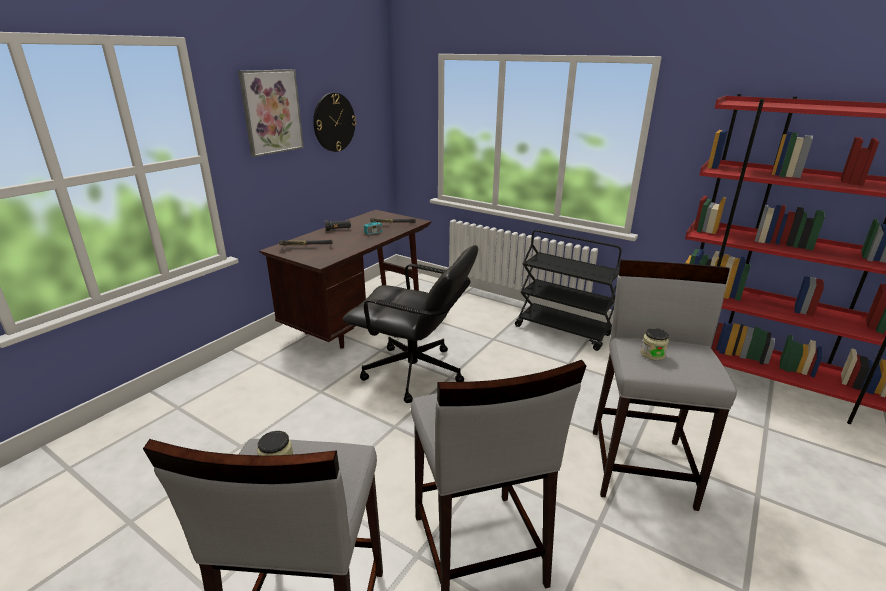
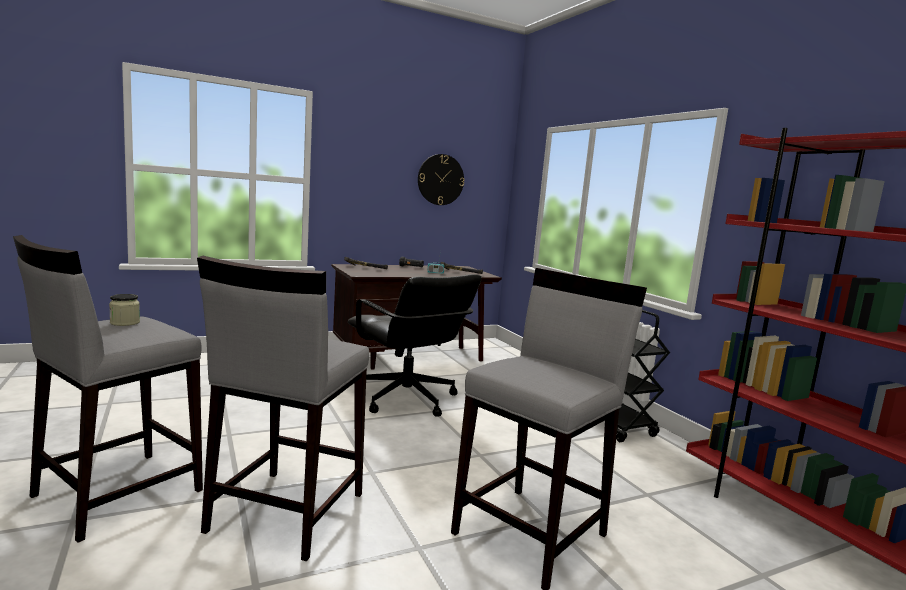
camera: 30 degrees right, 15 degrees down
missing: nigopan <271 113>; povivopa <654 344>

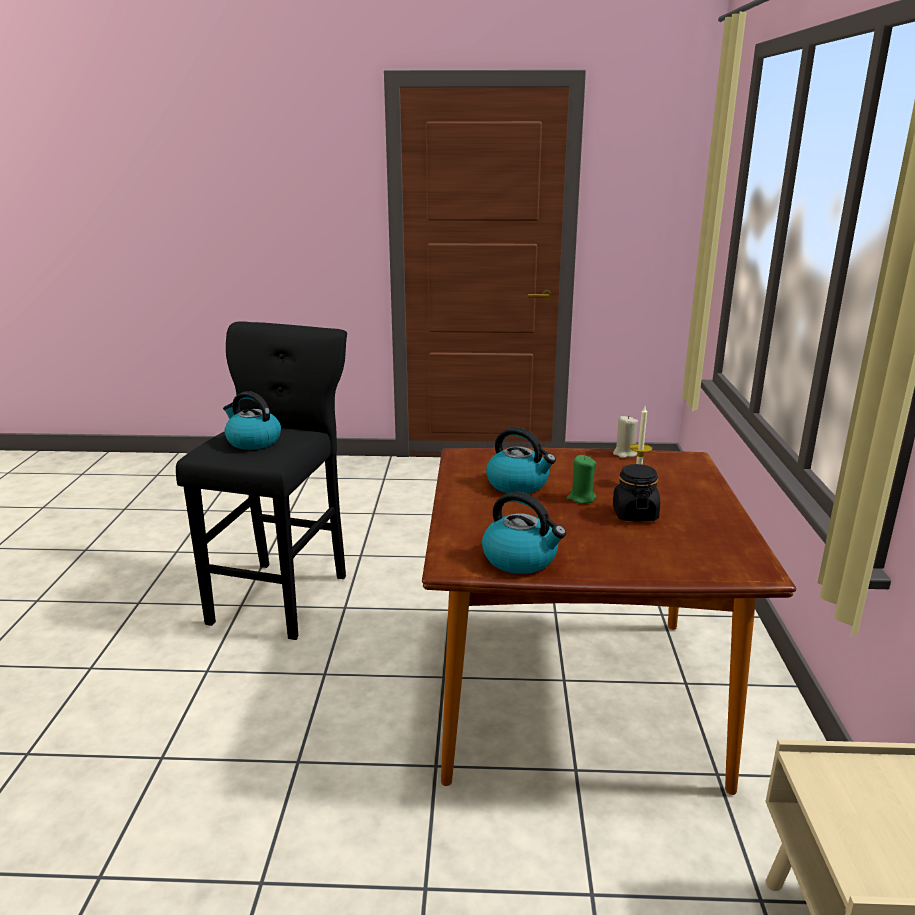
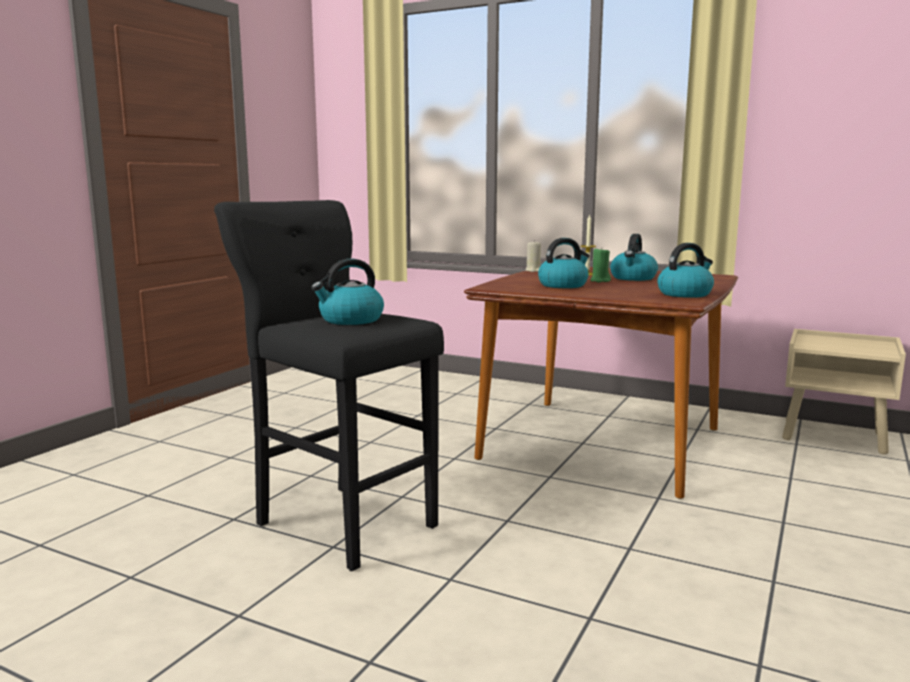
camera: 65 degrees left, 10 degrees down
exchanged: black povivopa <636 492> to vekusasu <634 257>

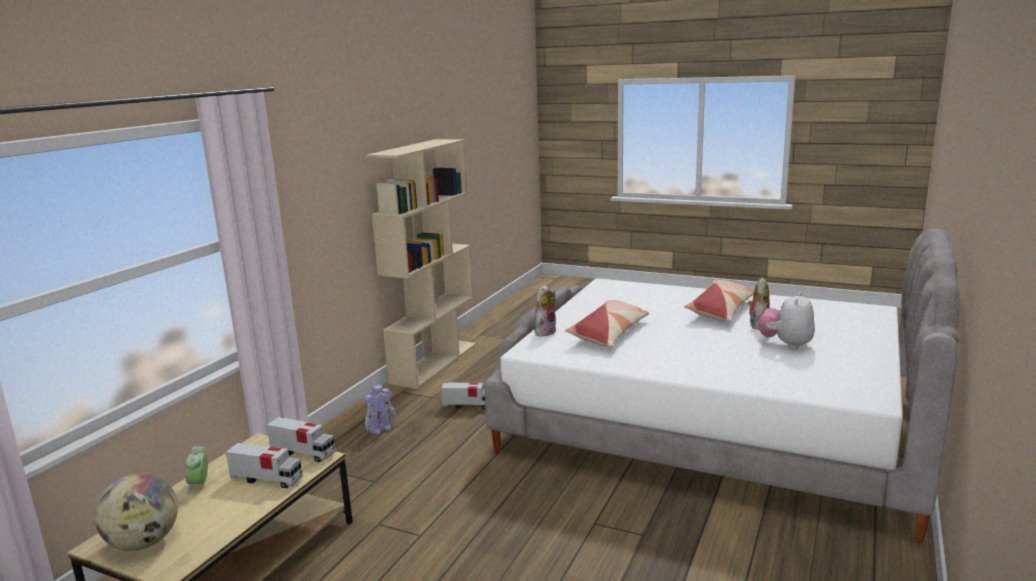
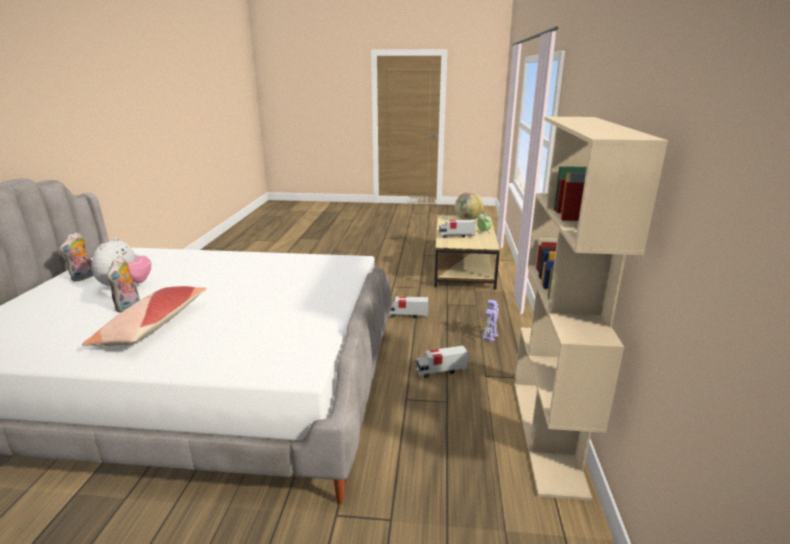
camera: 160 degrees right, 5 degrees up
missing: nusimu <607 323>
relocated: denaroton <545 310> to <76 257>; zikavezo <301 439> to <409 307>

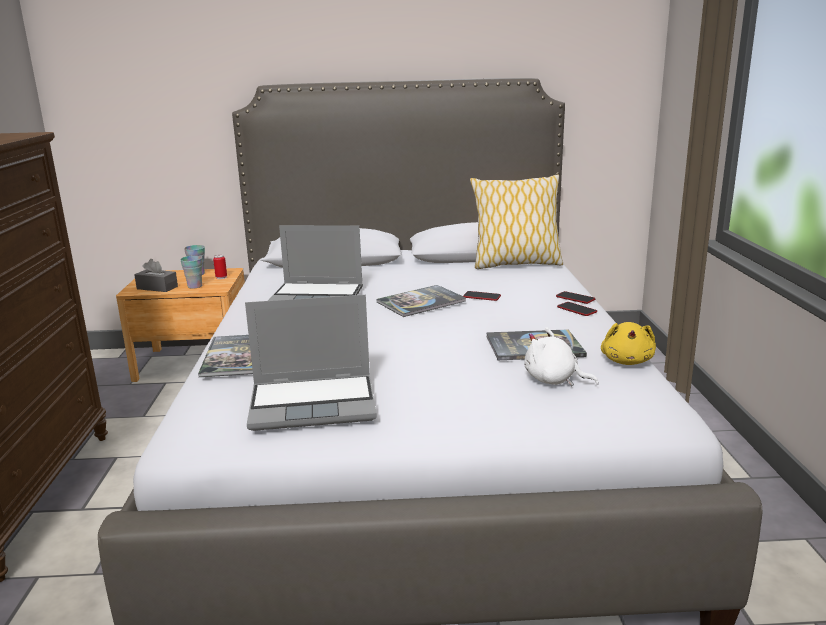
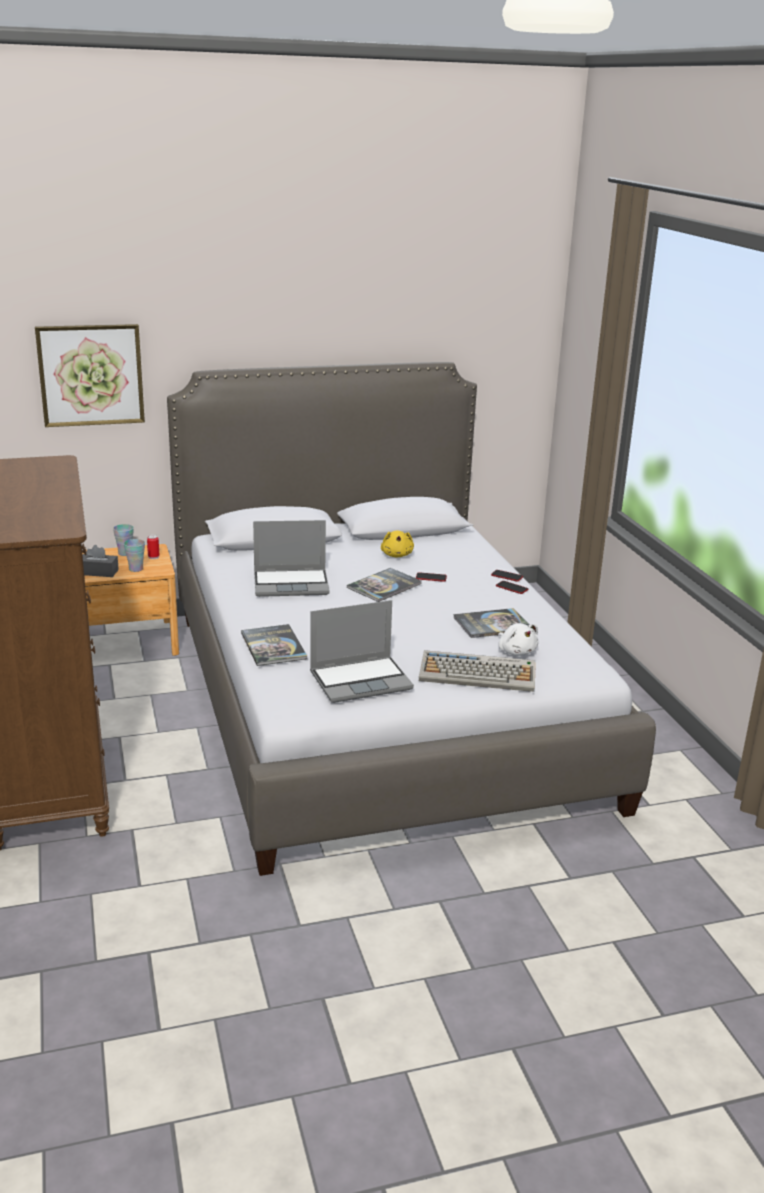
camera: 15 degrees left, 5 degrees up
missing: nusimu <516 222>
appeared: nigopan <90 375>; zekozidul <477 671>
relocated: yellow denaroton <628 343> to <397 544>
spun: white denaroton <561 356> = <518 639> 135 degrees counterclockwise

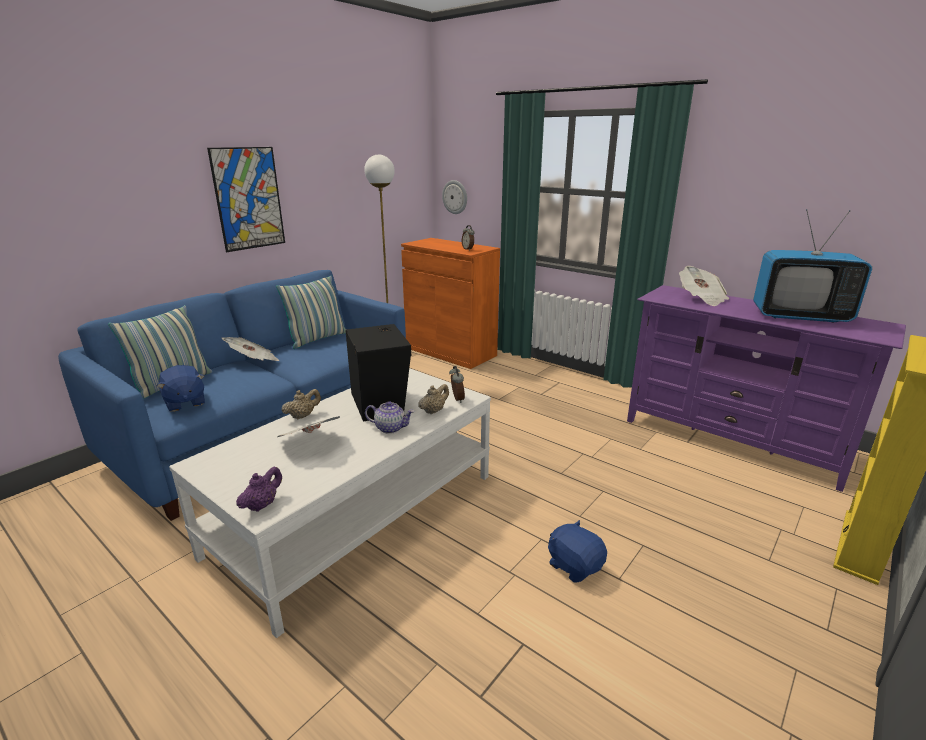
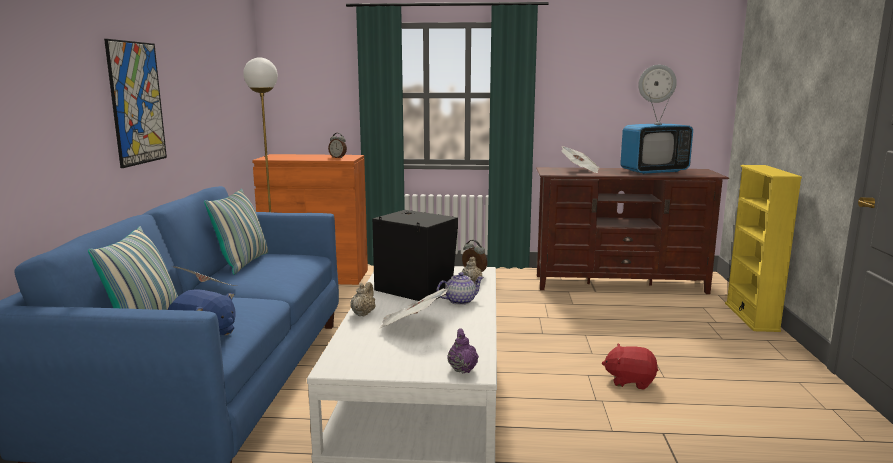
camera: 35 degrees left, 10 degrees down
relocated: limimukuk <454 197> to <657 84>
colour: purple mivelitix <766 388> to brown mivelitix <632 230>; blue denaroton <577 551> to red denaroton <630 367>

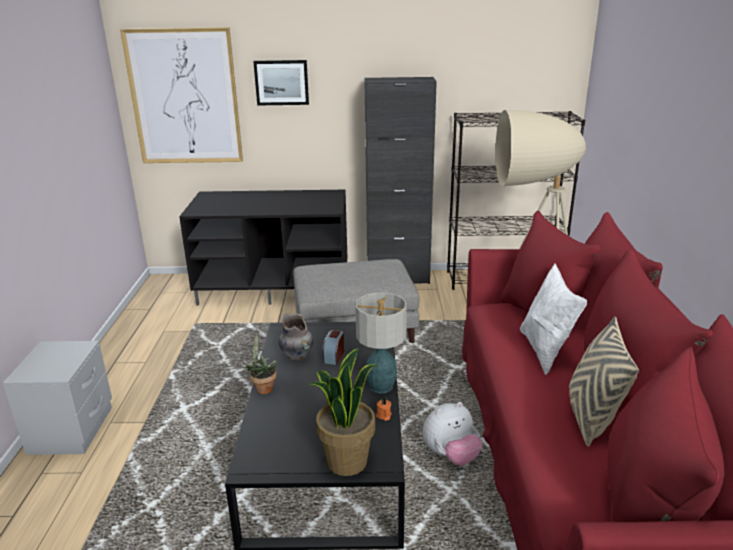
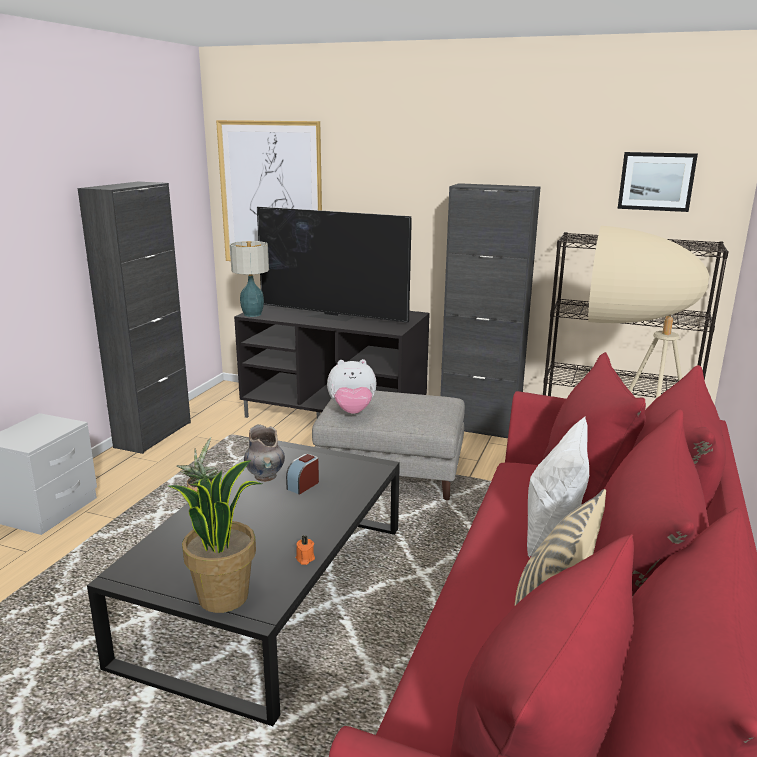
camera: 20 degrees right, 5 degrees down
appeared: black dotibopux <134 318>; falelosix <334 265>
relocated: nigopan <281 83> to <658 182>; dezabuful <381 342> to <249 279>; denaroton <452 433> to <351 386>

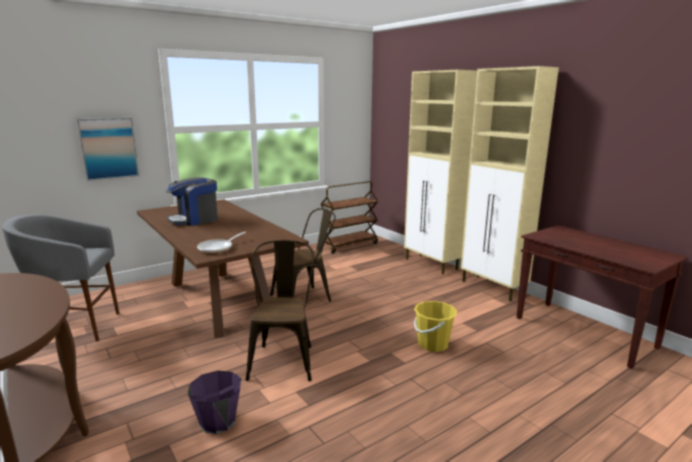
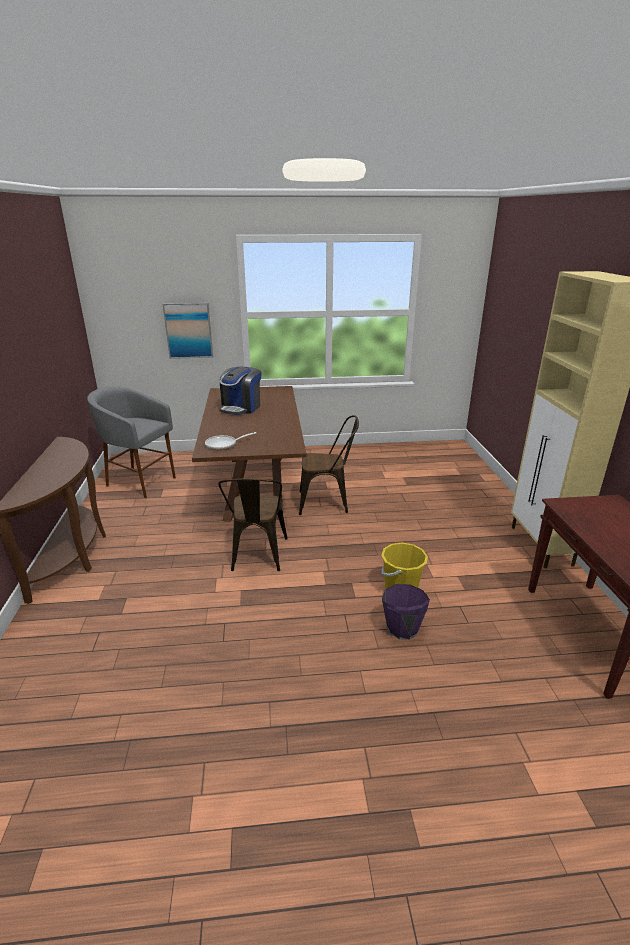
camera: 30 degrees right, 10 degrees up
missing: beige dotibopux <440 172>; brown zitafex <350 217>
relocated: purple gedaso <214 402> to <406 612>
spun: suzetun <192 201> = <240 391> 60 degrees counterclockwise; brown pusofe <280 311> = <253 524> 150 degrees clockwise

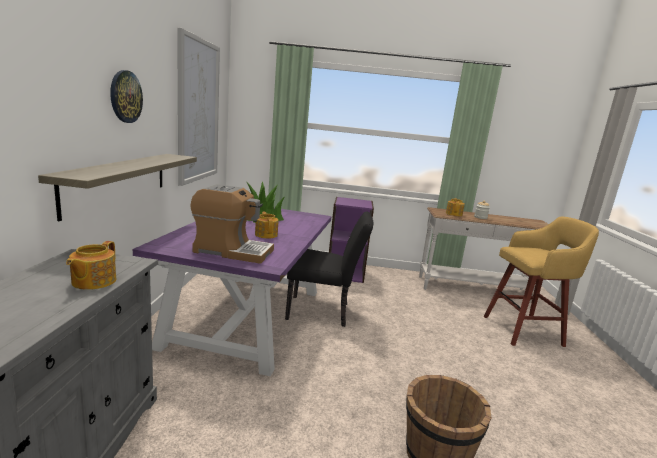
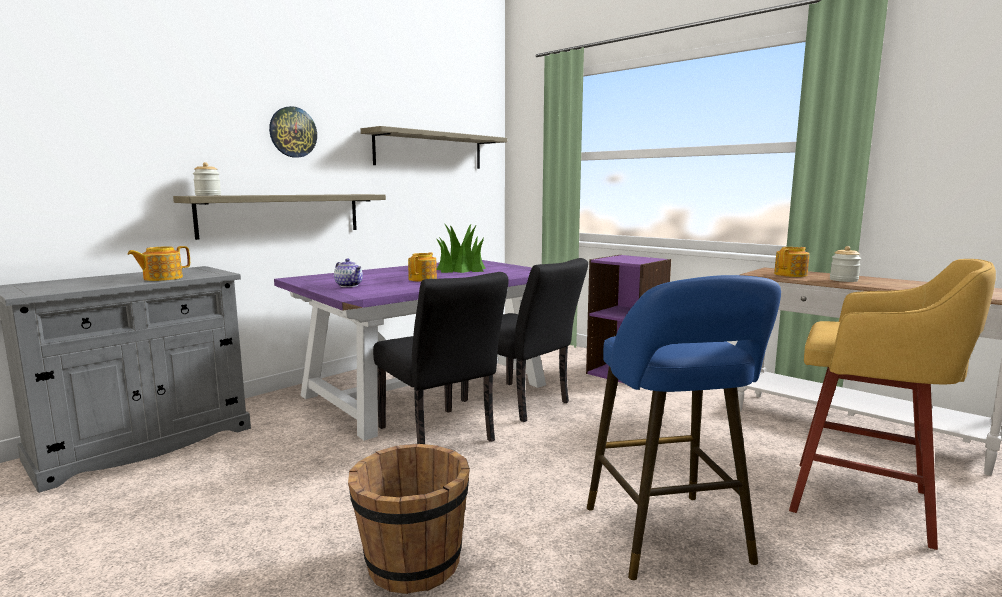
camera: 40 degrees right, 5 degrees down
appeared: povivopa <207 179>; black pusofe <440 358>; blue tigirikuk <684 427>
exchanged: nigopan <198 106> to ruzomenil <434 147>; suzetun <232 224> to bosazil <348 272>

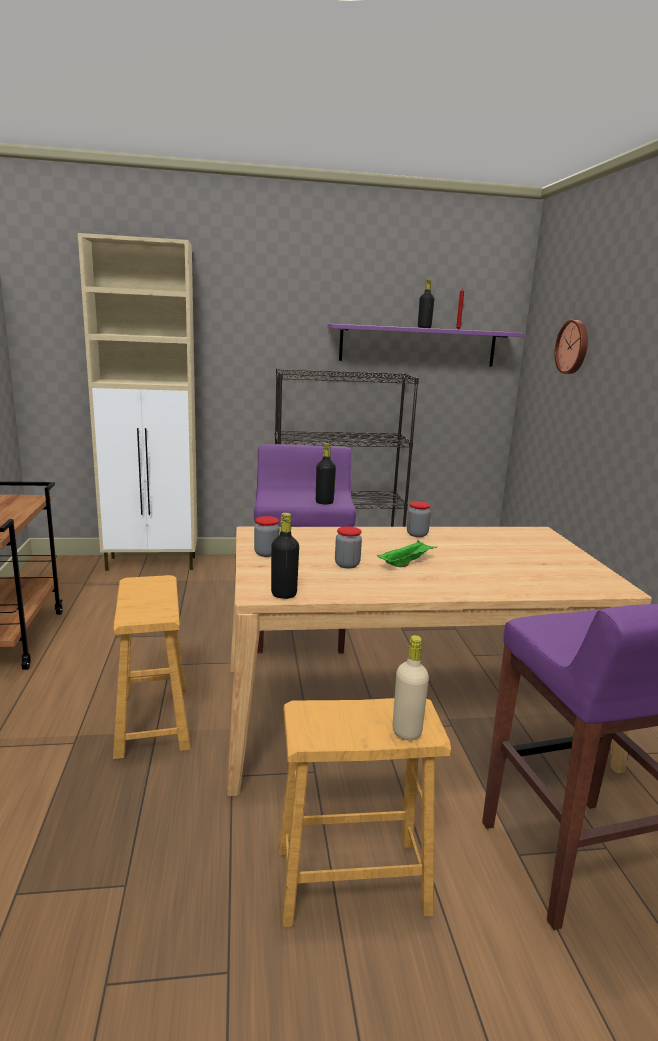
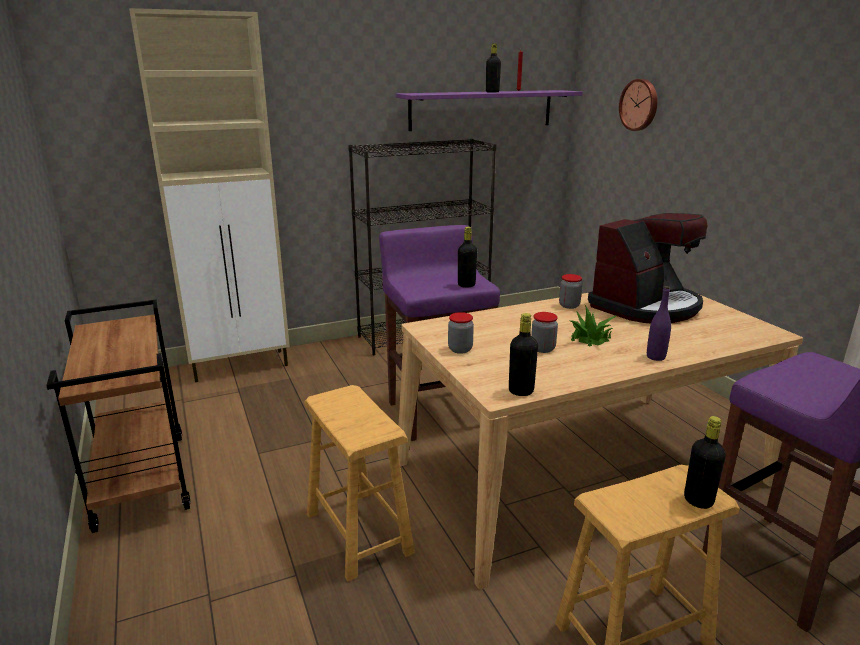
camera: 15 degrees left, 5 degrees up
appeared: suzetun <647 268>; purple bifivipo <659 323>
exchanged: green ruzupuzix <407 553> to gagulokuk <594 325>
colour: beige bifivipo <411 687> to black bifivipo <705 462>

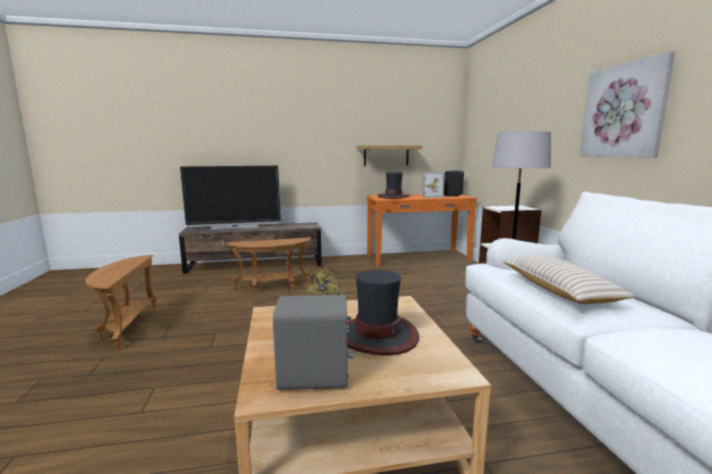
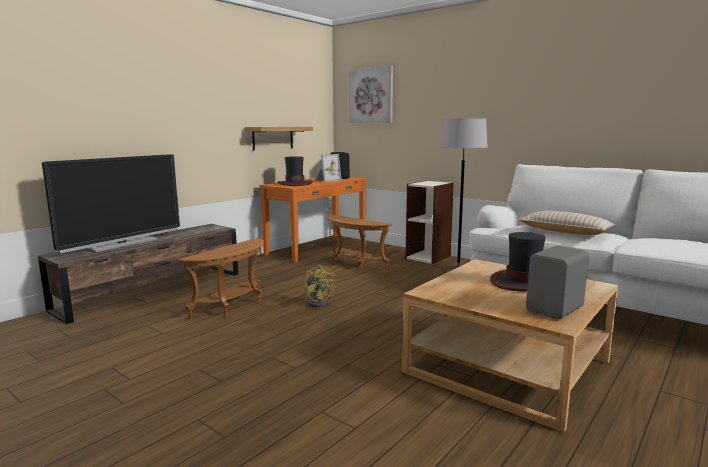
camera: 40 degrees left, 0 degrees up
relocated: nigopan <627 104> to <371 94>; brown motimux <121 303> to <360 242>

